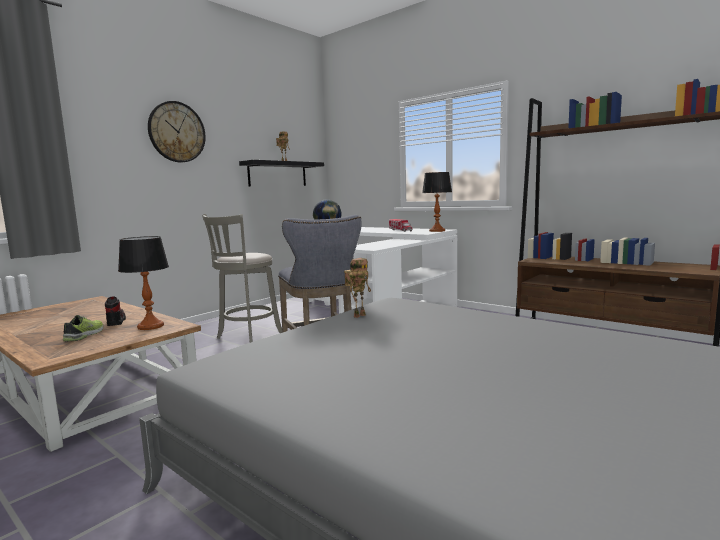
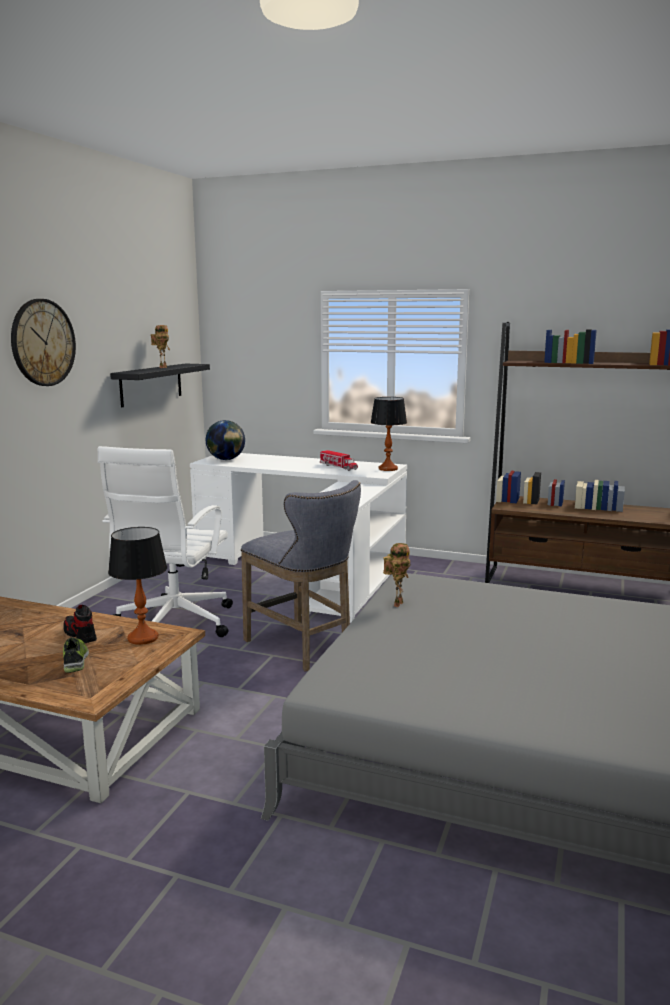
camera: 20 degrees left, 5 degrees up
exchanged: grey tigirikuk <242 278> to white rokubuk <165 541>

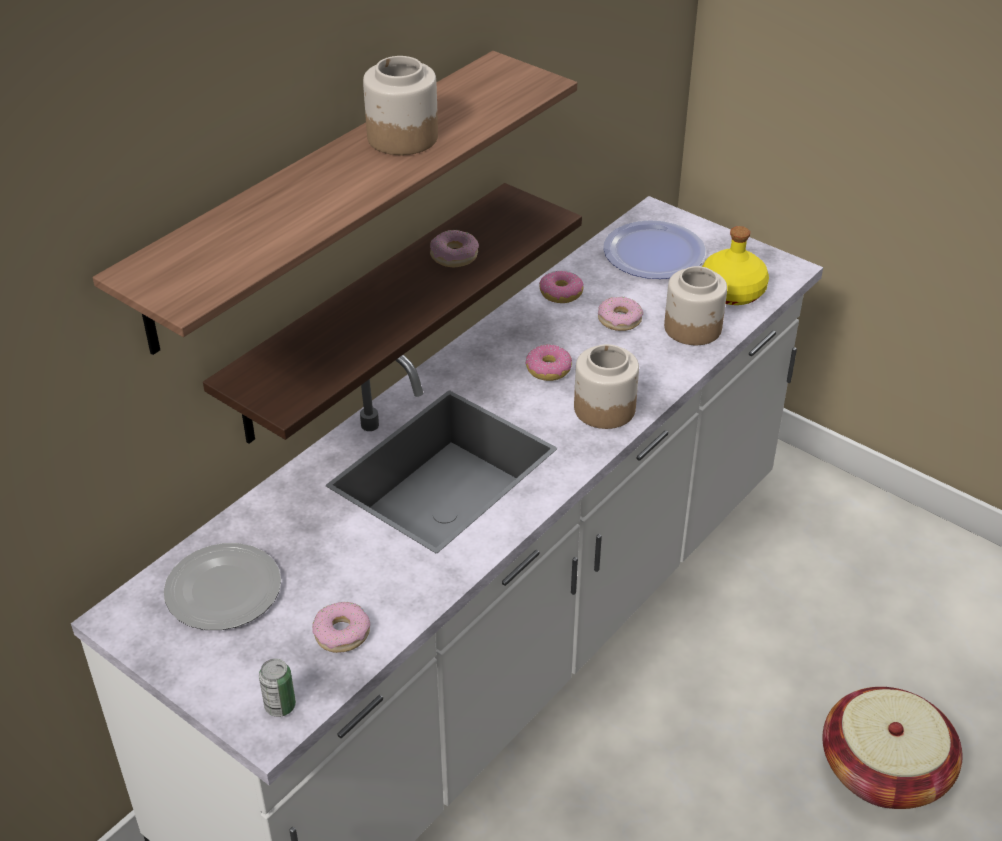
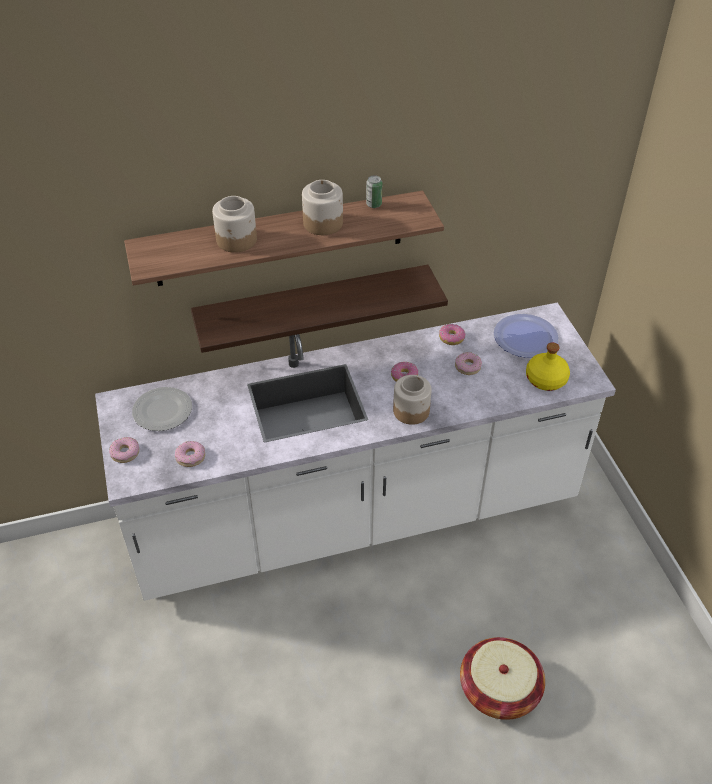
camera: 35 degrees right, 5 degrees up
relocated: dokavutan <454 248> to <124 450>; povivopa <695 305> to <234 224>; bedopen <277 688> to <374 191>

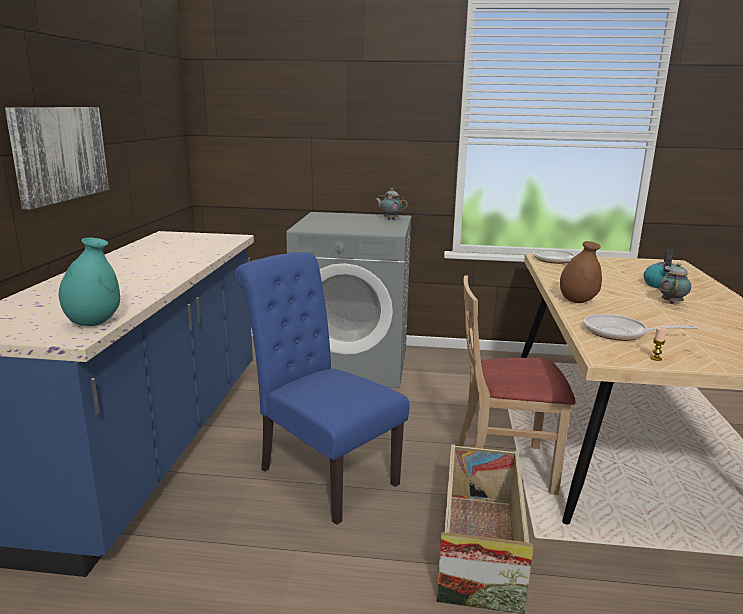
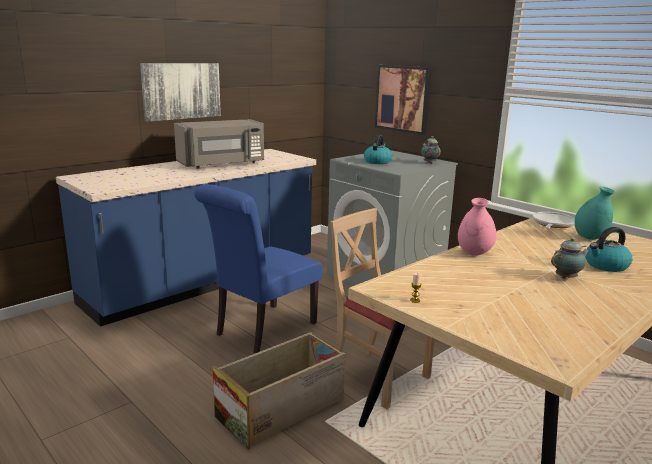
camera: 40 degrees right, 0 degrees up
missing: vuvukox <641 327>
appeared: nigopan <403 100>; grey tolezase <219 143>; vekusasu <378 149>
relocated: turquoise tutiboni <89 282> to <595 213>
colour: brown tutiboni <581 272> to pink tutiboni <477 227>
spun: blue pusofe <322 388> = <258 268> 135 degrees counterclockwise

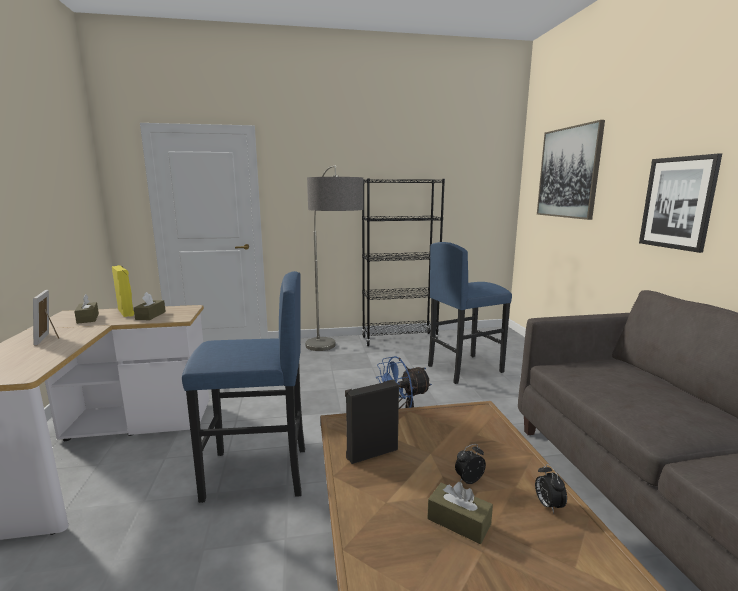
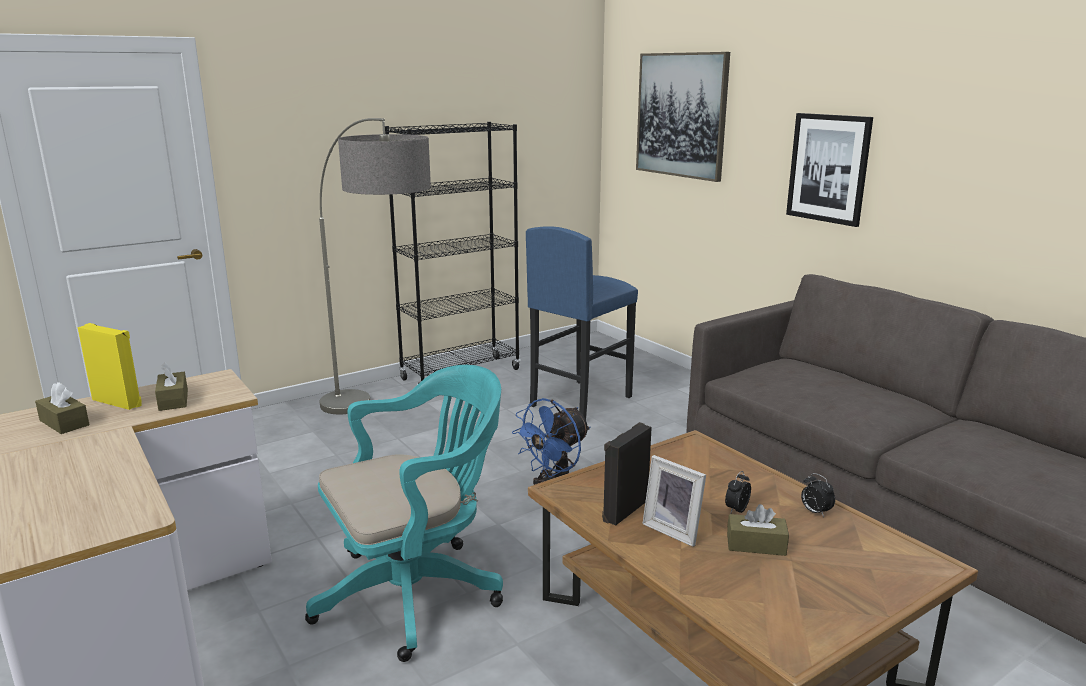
camera: 25 degrees left, 5 degrees up
relocated: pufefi <46 317> to <674 501>
exchanged: blue tigirikuk <243 387> to turquoise rokubuk <404 513>

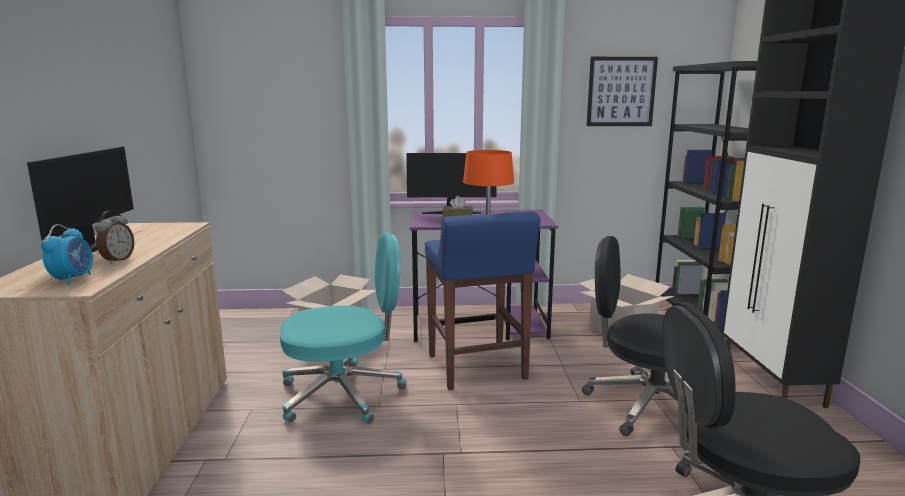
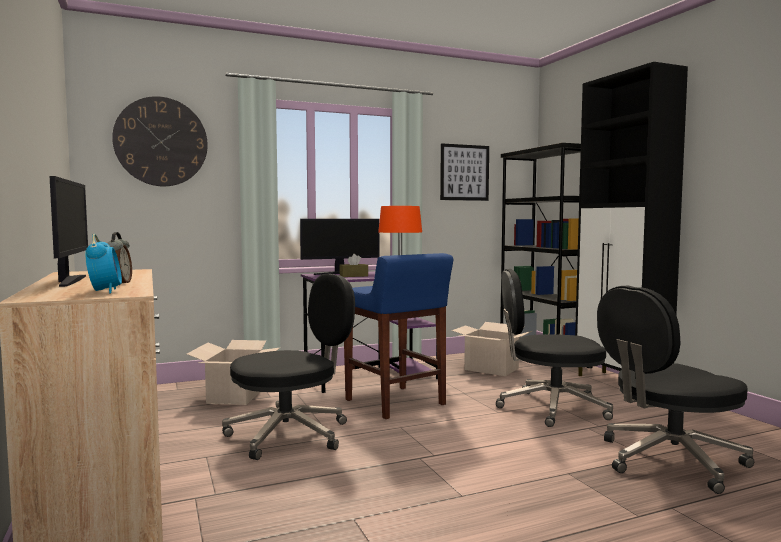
camera: 20 degrees left, 10 degrees down
appeared: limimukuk <160 141>
colour: turquoise rokubuk <343 328> to black rokubuk <288 367>

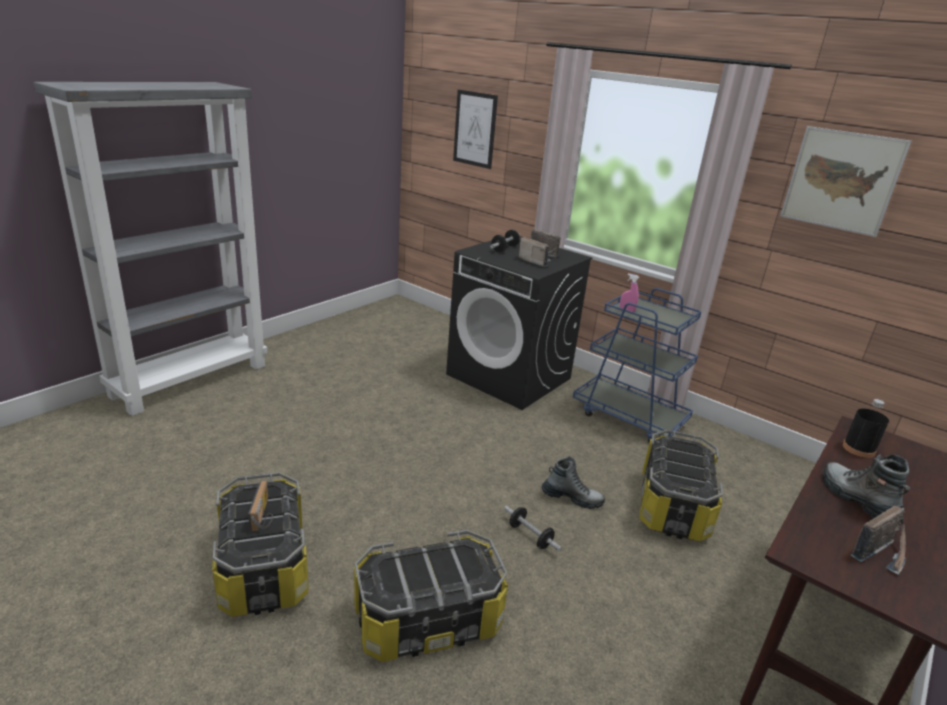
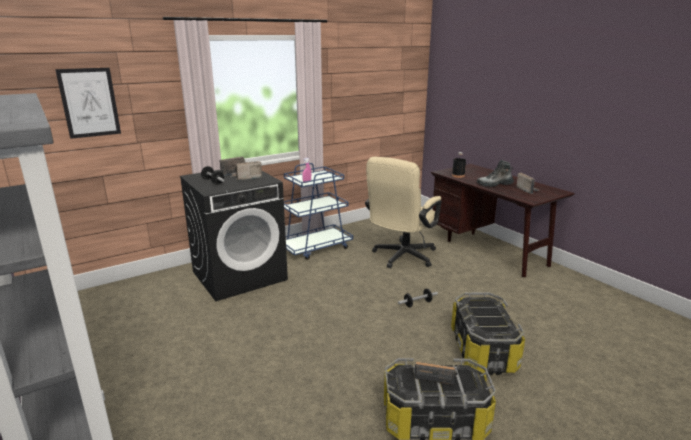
camera: 70 degrees left, 5 degrees down
missing: nigopan <845 181>; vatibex <573 482>
exchanged: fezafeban <681 485> to beige rokubuk <403 212>

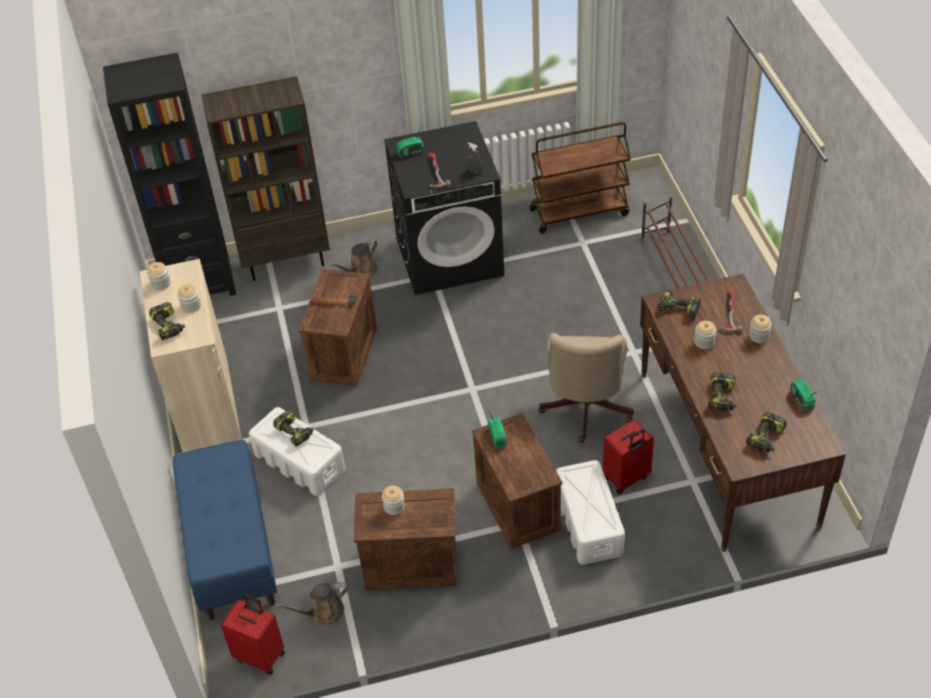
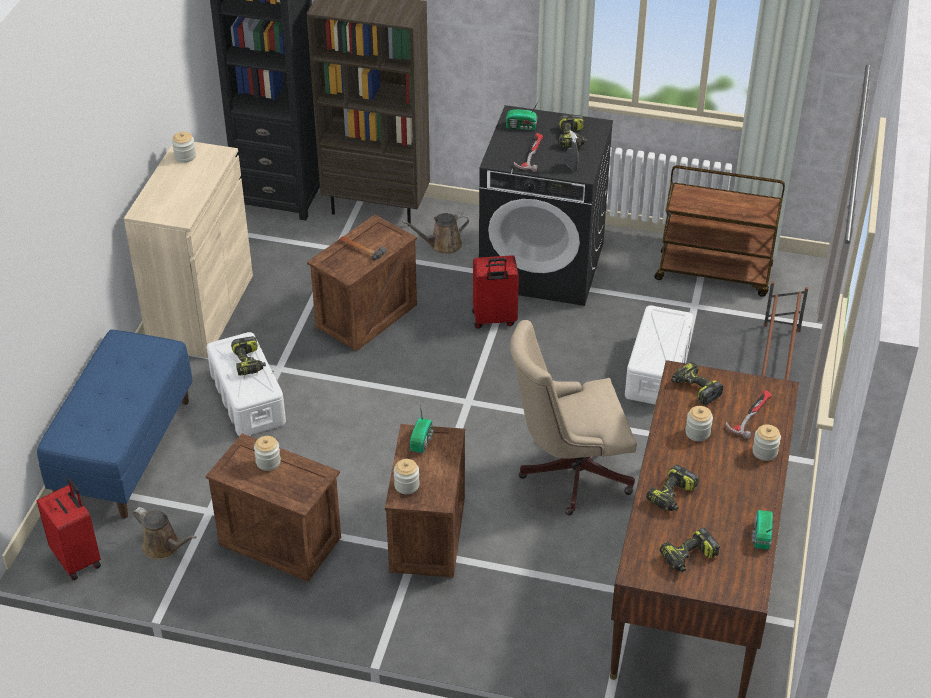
camera: 25 degrees right, 5 degrees down
relocated: povivopa <189 298> to <406 476>; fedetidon <167 321> to <573 131>; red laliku <628 457> to <495 292>; white fezafeban <590 512> to <659 354>
spun: beige rokubuk <586 388> = <573 417> 45 degrees clockwise; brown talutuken <311 603> = <164 533> 150 degrees counterclockwise

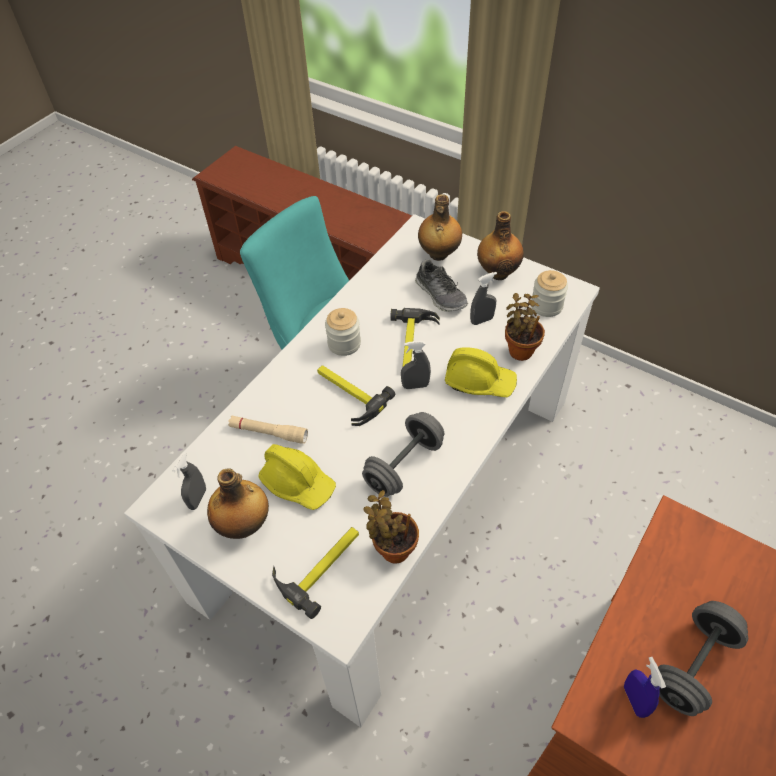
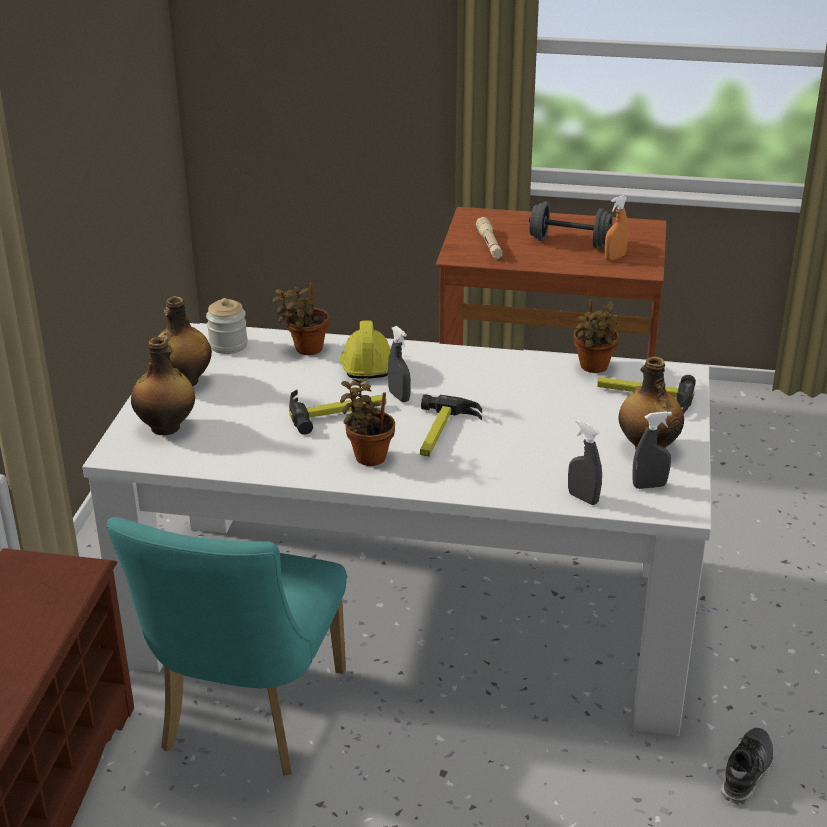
camera: 115 degrees left, 20 degrees down
missing: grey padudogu <403 454>; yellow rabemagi <297 477>
relocated: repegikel <441 285> to <747 767>; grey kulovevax <483 298> to <585 462>; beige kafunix <268 430> to <489 238>
exchanged: povivopa <343 332> to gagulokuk <367 421>
colour: blue kulovevax <645 687> to orange kulovevax <616 228>

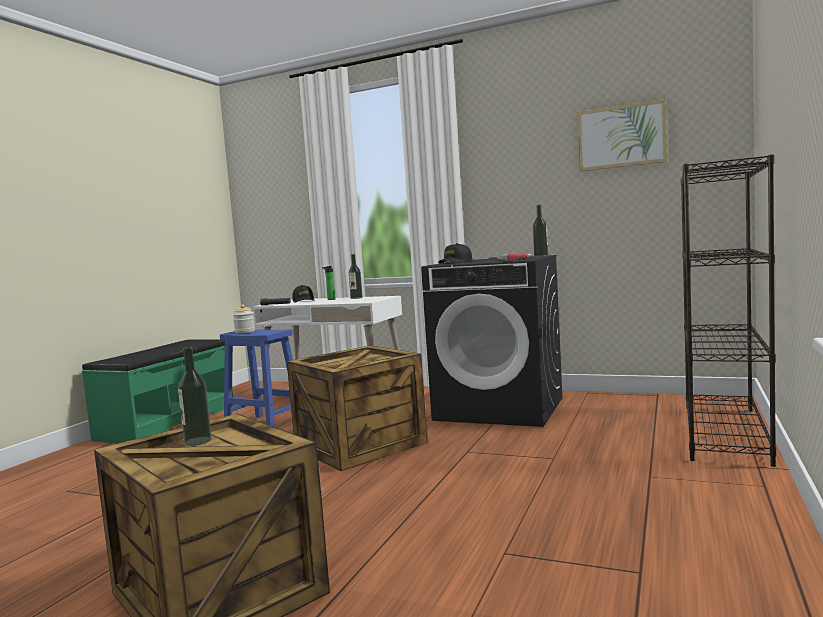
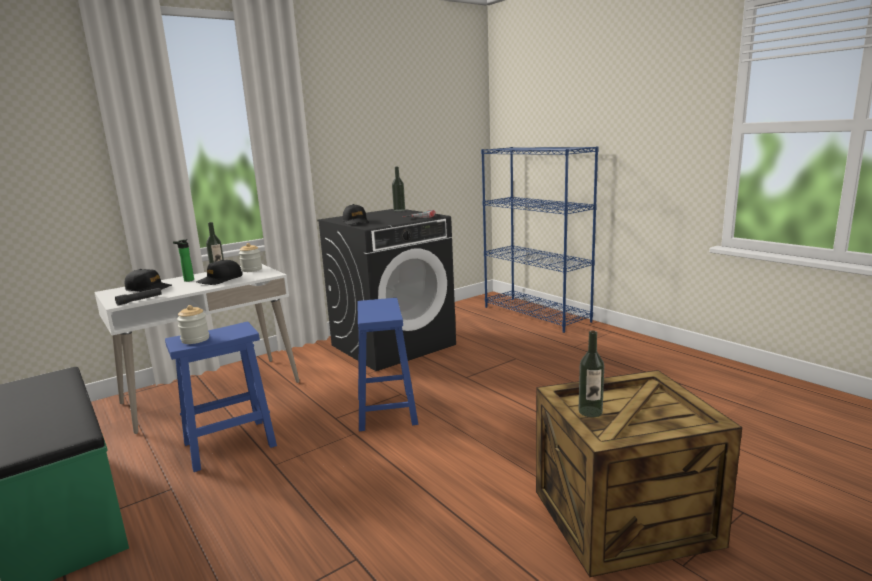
camera: 60 degrees left, 10 degrees up
missing: nigopan <622 135>
appeared: povivopa <250 257>; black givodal <219 272>
exchanged: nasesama <357 408> to blue tigirikuk <387 364>
colour: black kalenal <728 310> to blue kalenal <540 239>

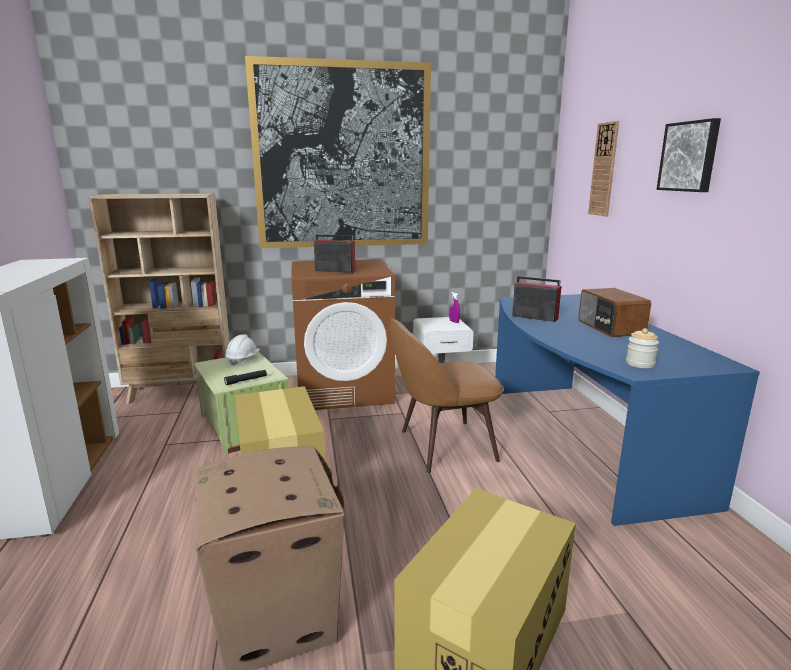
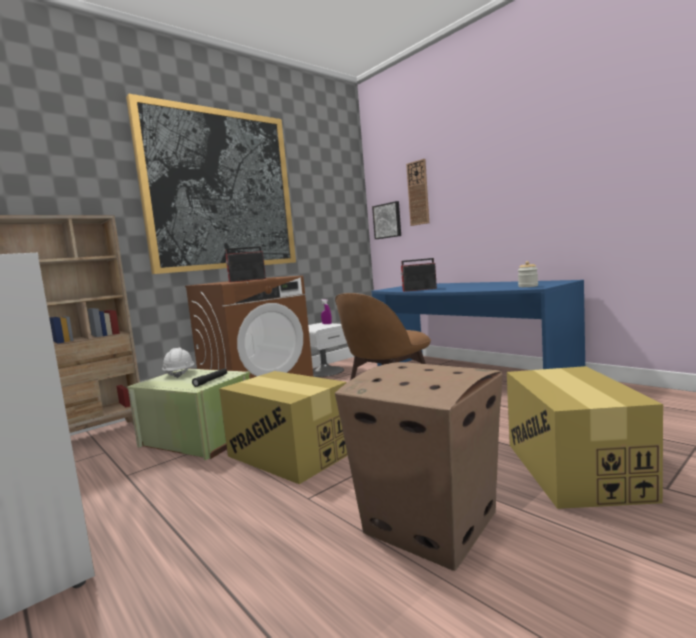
camera: 30 degrees left, 10 degrees down
missing: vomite <615 312>
relocated: nigopan <688 155> to <386 220>

